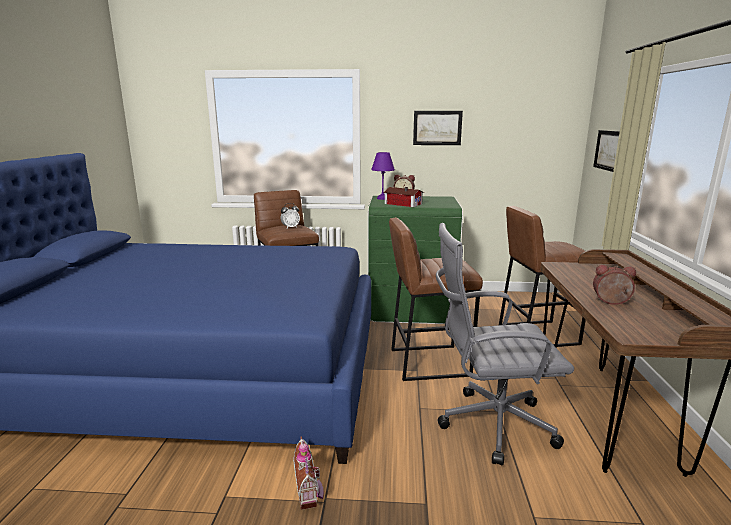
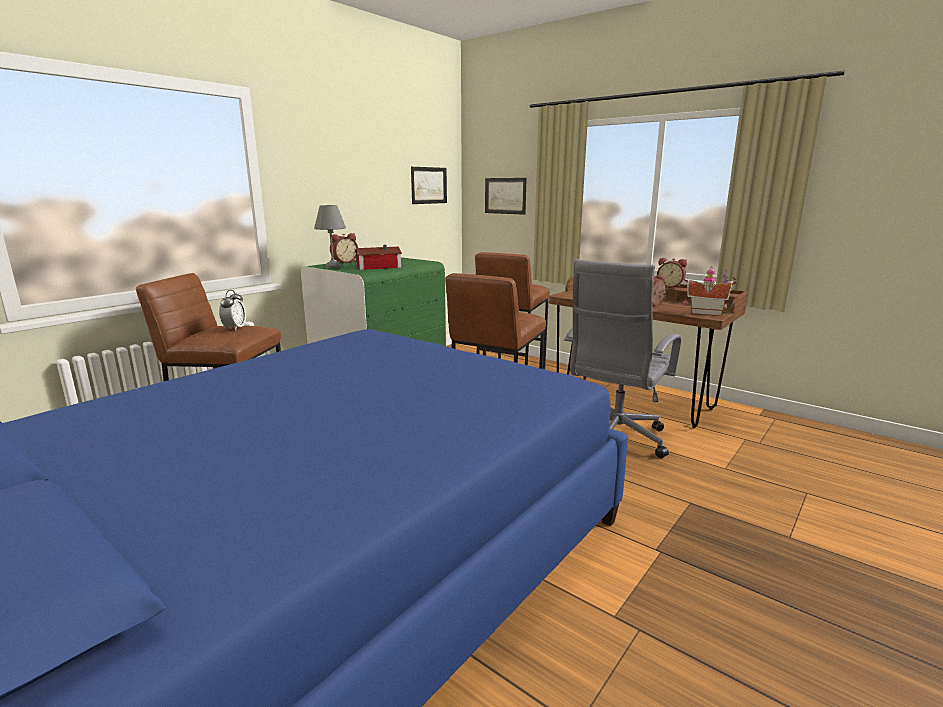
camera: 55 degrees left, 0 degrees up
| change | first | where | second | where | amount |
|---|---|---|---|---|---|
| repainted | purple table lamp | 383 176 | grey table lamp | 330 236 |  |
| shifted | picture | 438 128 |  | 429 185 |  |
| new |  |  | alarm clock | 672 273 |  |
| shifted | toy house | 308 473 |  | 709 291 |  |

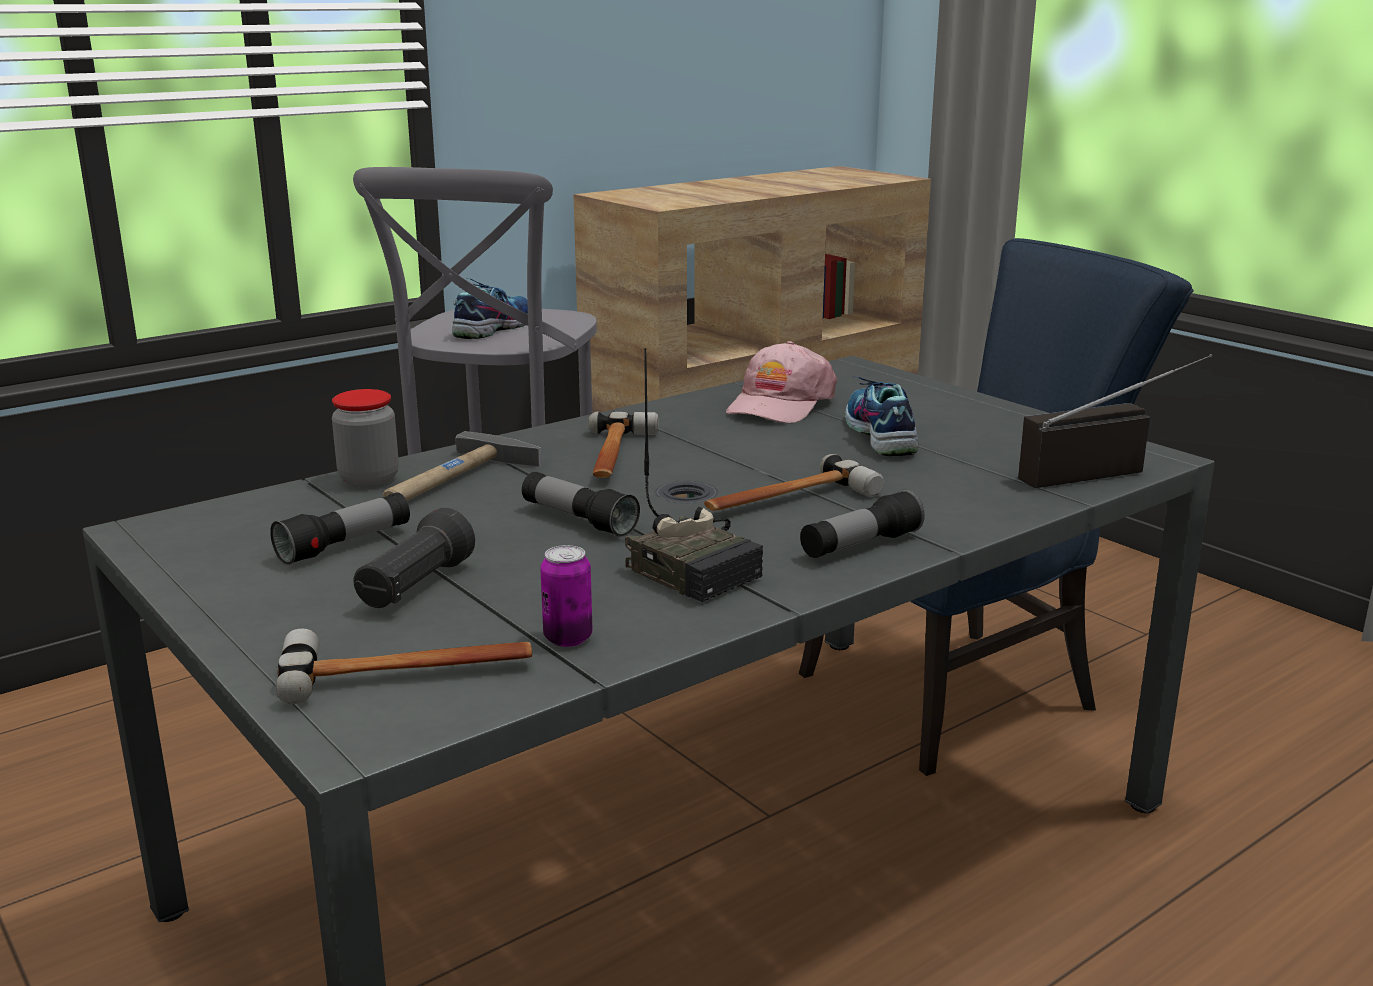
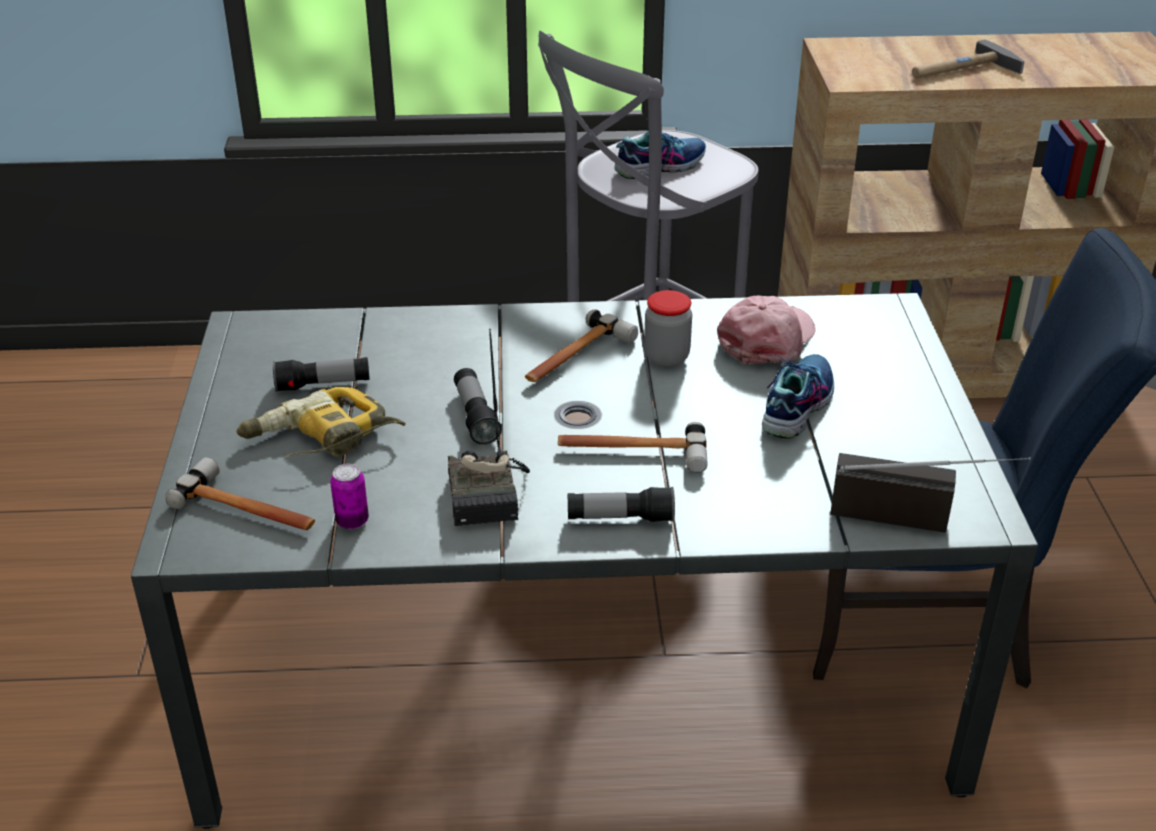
camera: 35 degrees right, 15 degrees up
| change | first | where | second | where | amount |
|---|---|---|---|---|---|
| swapped | black flashlight | 414 558 | power drill | 321 422 |  |
| shifted | jar | 365 438 |  | 668 328 |  |
| rotated | pink cap | 781 382 |  | 766 330 | 150 degrees clockwise |
| shifted | hammer | 462 466 |  | 968 58 |  |

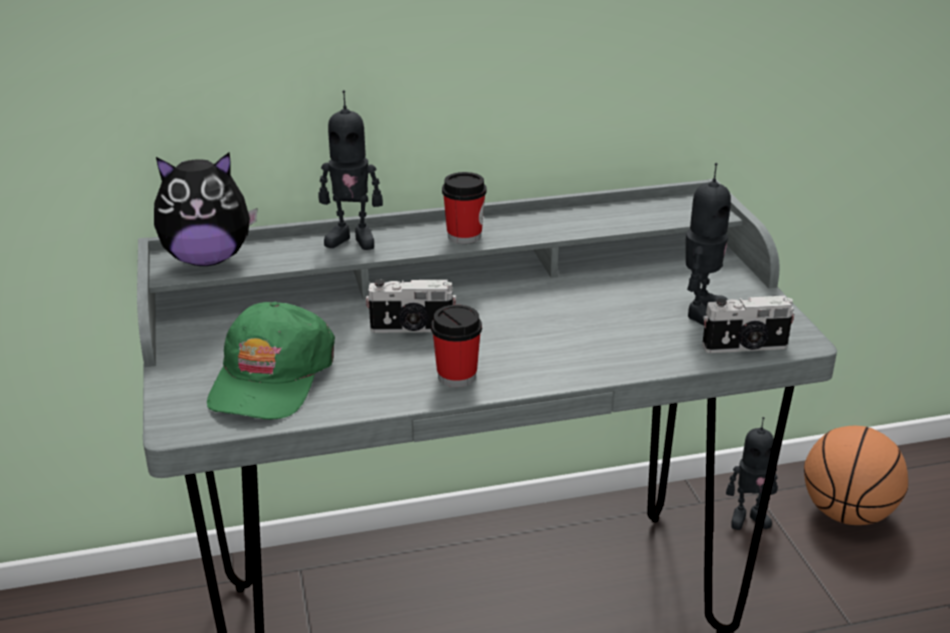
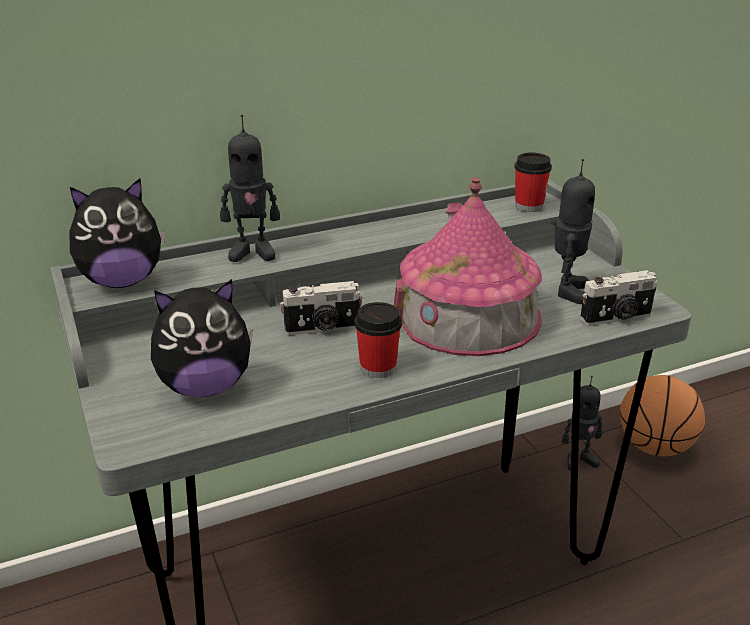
camera: 10 degrees left, 0 degrees up
| change | first | where | second | where | amount |
|---|---|---|---|---|---|
| swapped | green cap | 271 361 | plush toy | 202 338 |  |
| new |  |  | toy house | 467 266 |  |
| shifted | cup | 464 208 |  | 533 182 |  |

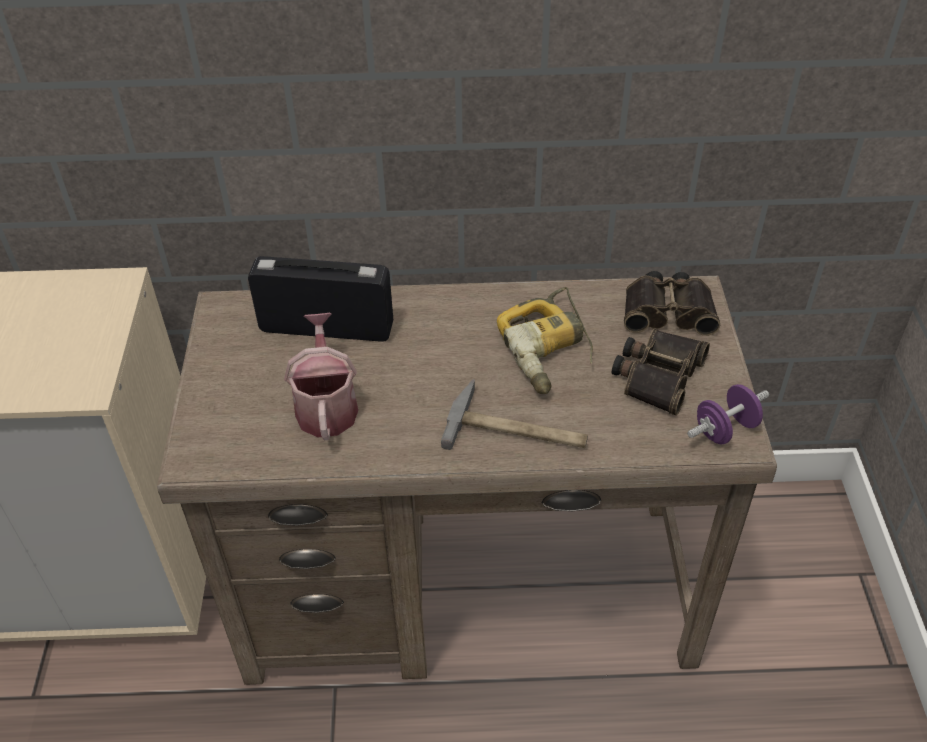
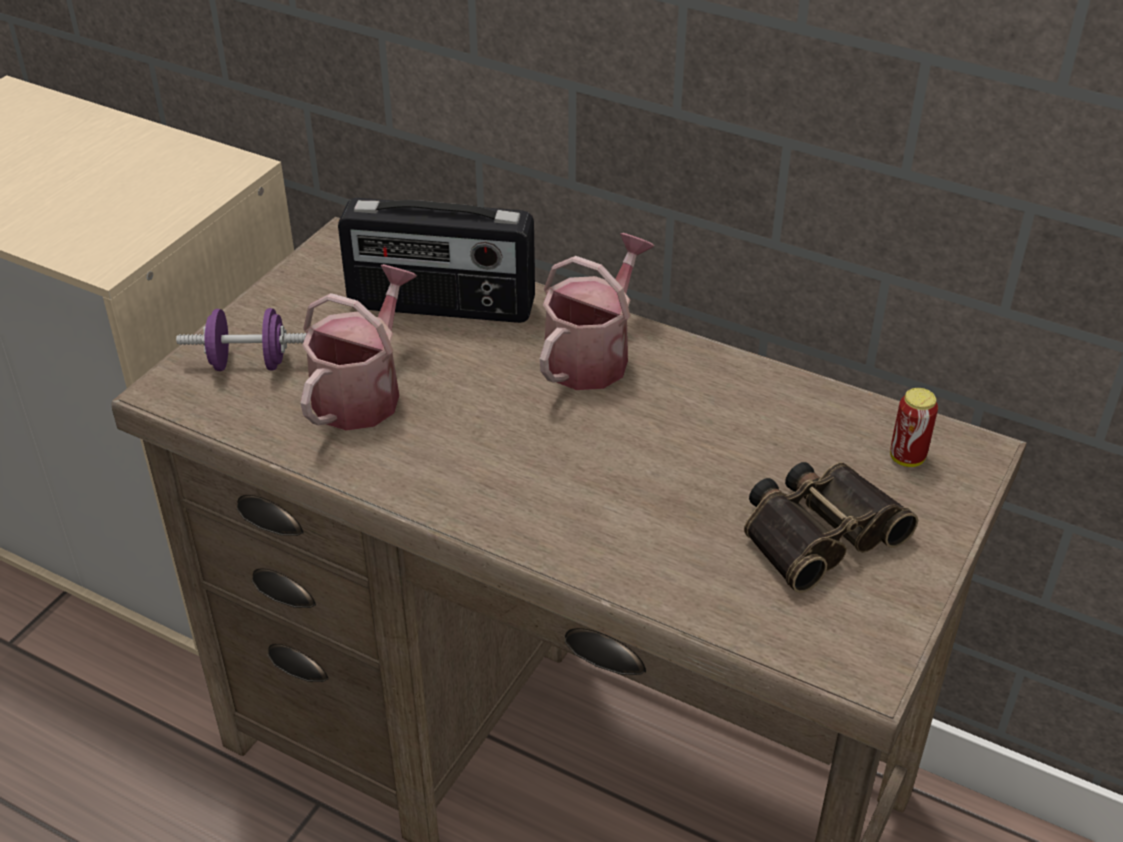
camera: 30 degrees right, 5 degrees down
| change | first | where | second | where | amount |
|---|---|---|---|---|---|
| shifted | purple dumbbell | 728 414 |  | 241 339 |  |
| rotated | radio | 320 299 |  | 436 260 | 150 degrees clockwise |
| new |  |  | watering can | 597 311 |  |
| swapped | binoculars | 672 303 | can | 914 427 |  |
| gone | hammer | 514 414 |  |  |  |
| gone | power drill | 545 340 |  |  |  |

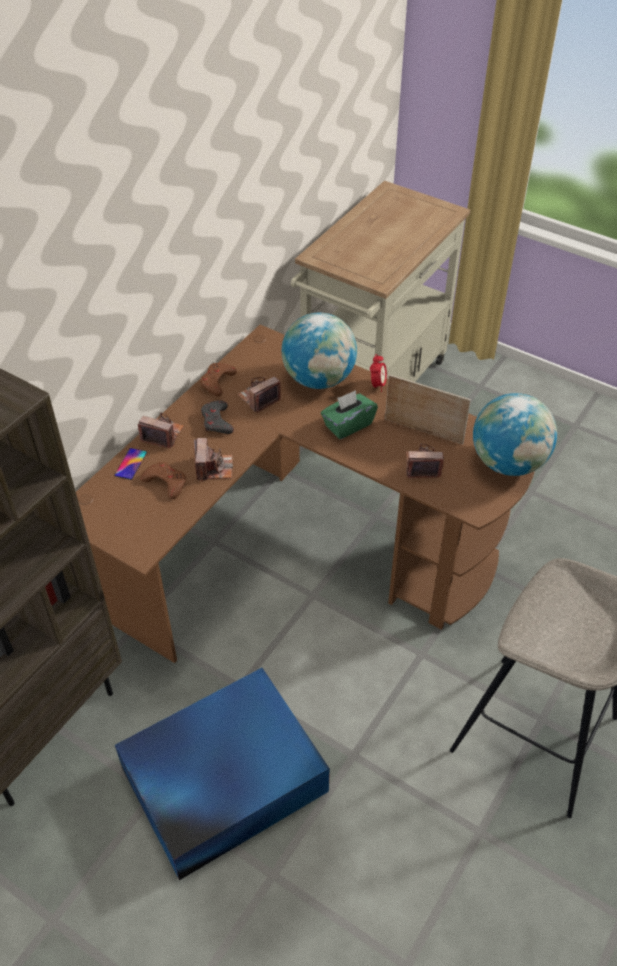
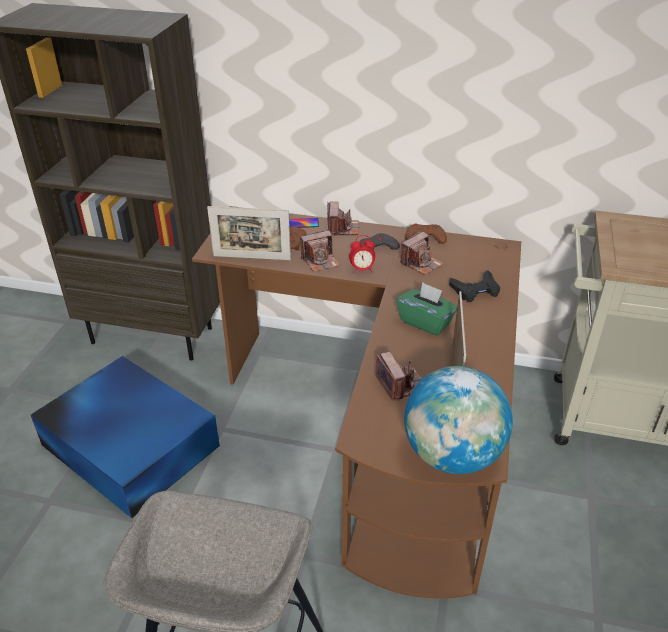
camera: 70 degrees right, 10 degrees down
| change | first | where | second | where | amount |
|---|---|---|---|---|---|
| new |  |  | picture frame | 249 233 |  |
| shifted | alarm clock | 378 373 |  | 362 254 |  |
| rotated | photo camera | 259 394 |  | 422 253 | 105 degrees clockwise |
| swapped | globe | 319 351 | black game controller | 474 286 |  |

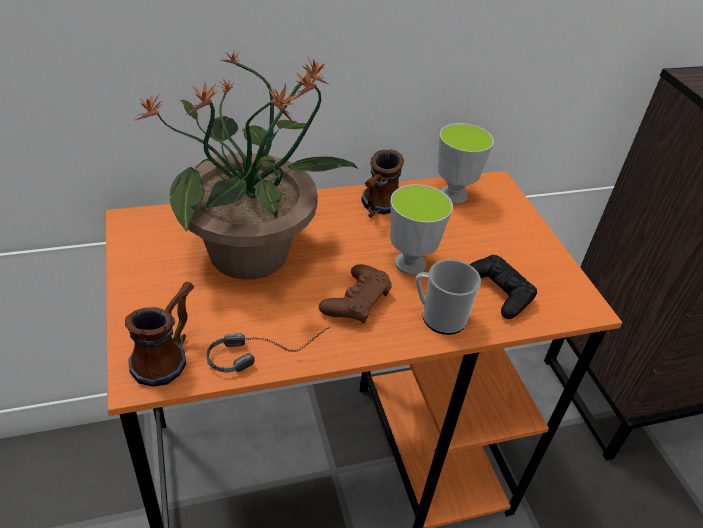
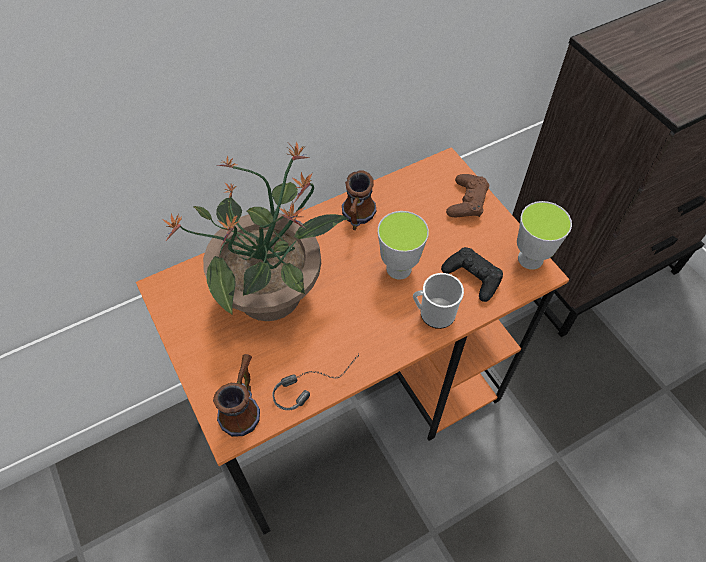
camera: 10 degrees left, 15 degrees up
| change | first | where | second | where | amount |
|---|---|---|---|---|---|
| shifted | brown game controller | 355 294 |  | 467 195 |  |
| shifted | cup | 466 163 |  | 544 235 |  |

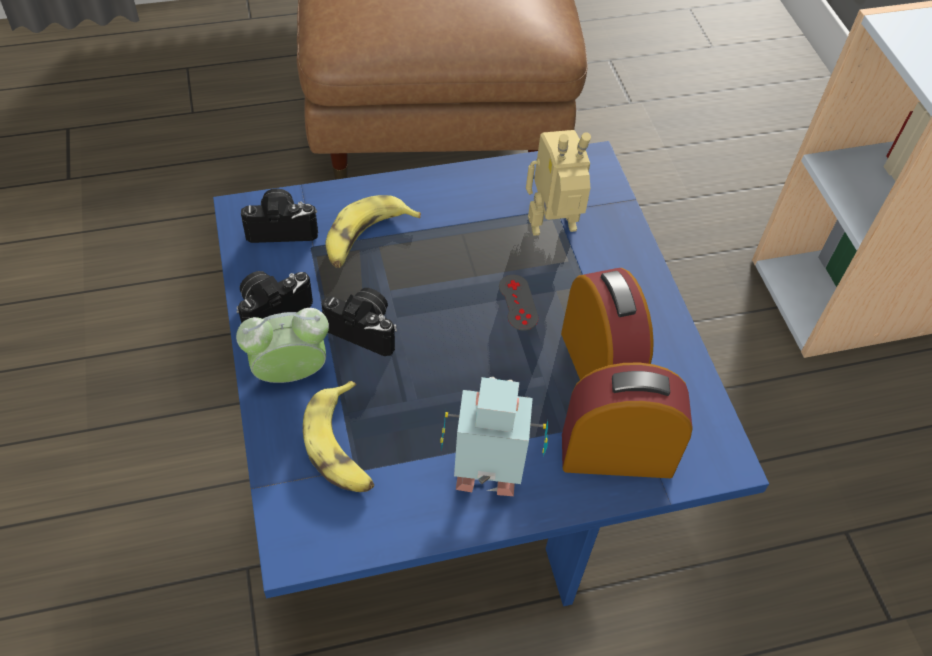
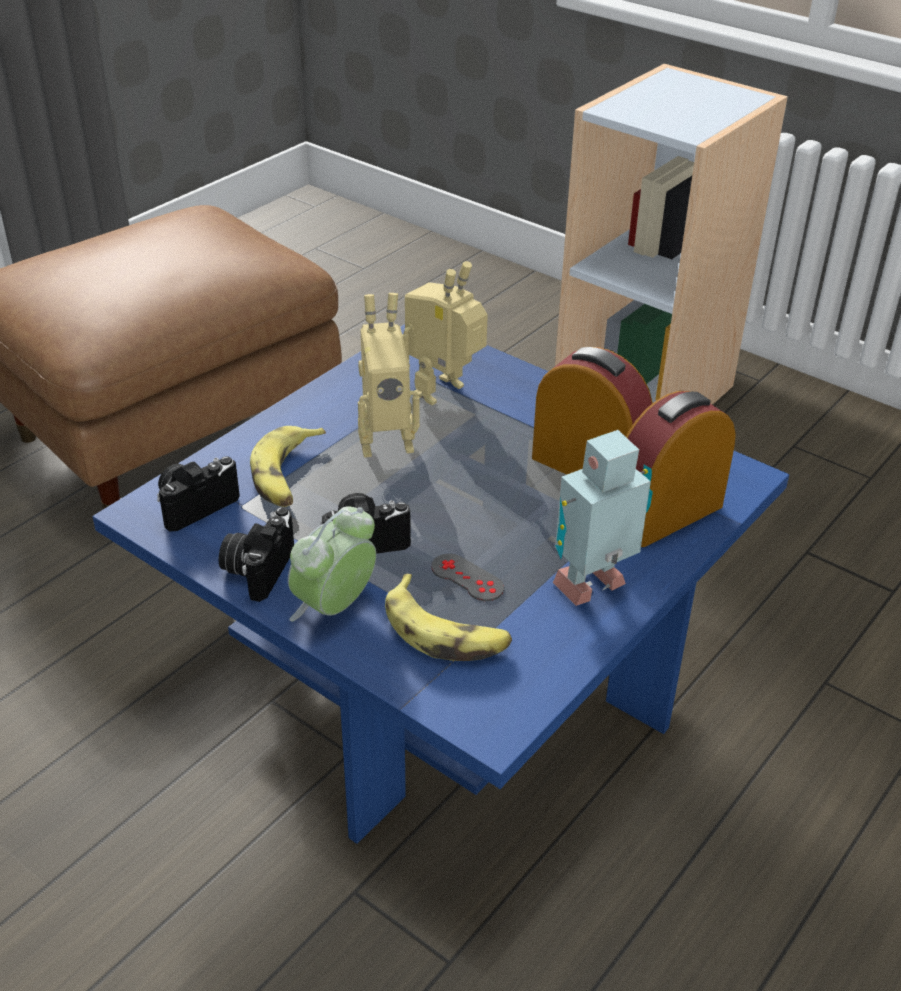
camera: 35 degrees left, 15 degrees down
| change | first | where | second | where | amount |
|---|---|---|---|---|---|
| new |  |  | toy robot | 389 375 |  |
| shifted | grey game controller | 519 303 |  | 467 577 |  |

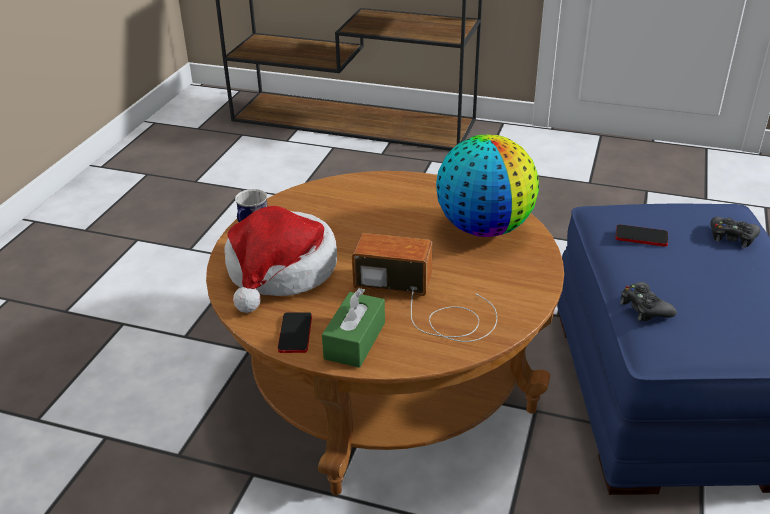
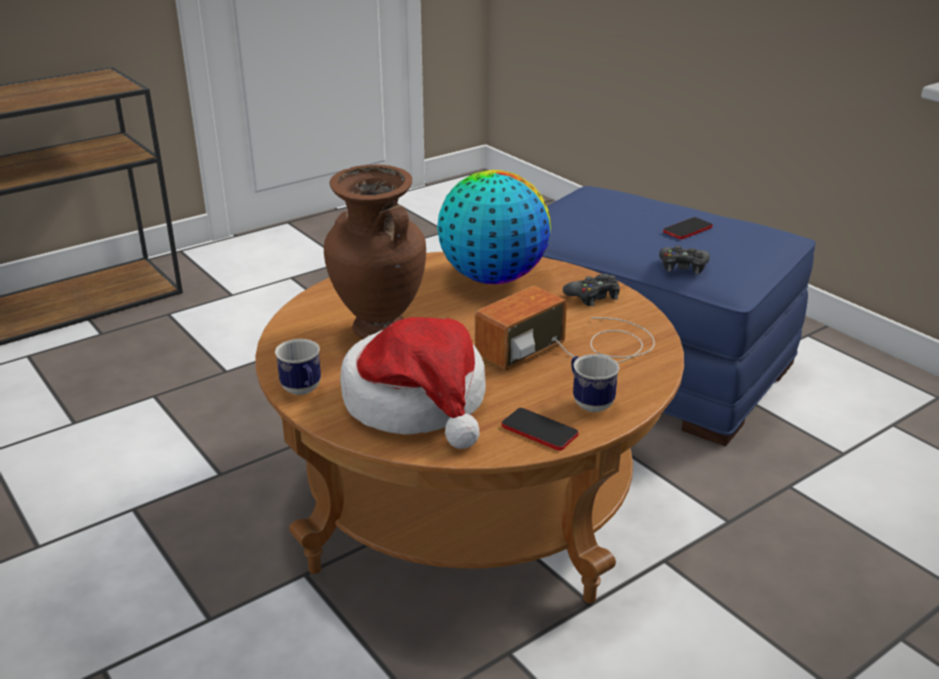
camera: 55 degrees left, 5 degrees down
| change | first | where | second | where | amount |
|---|---|---|---|---|---|
| new |  |  | brown vase | 375 252 |  |
| shifted | black game controller | 735 232 |  | 591 290 |  |
| swapped | green tissue box | 353 328 | mug | 595 383 |  |
| shifted | phone | 641 236 |  | 688 228 |  |

